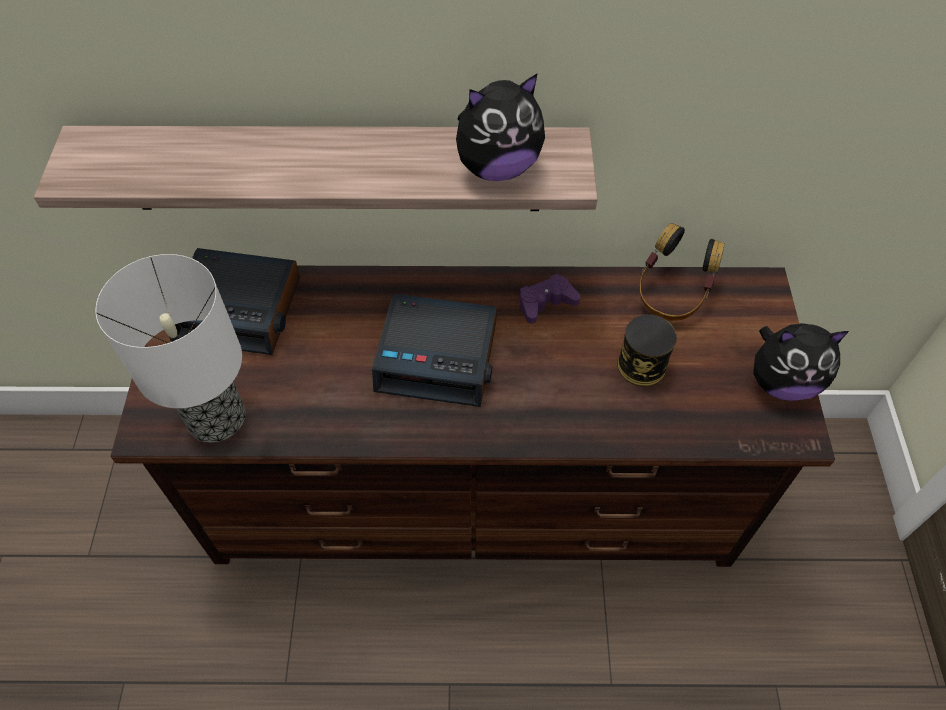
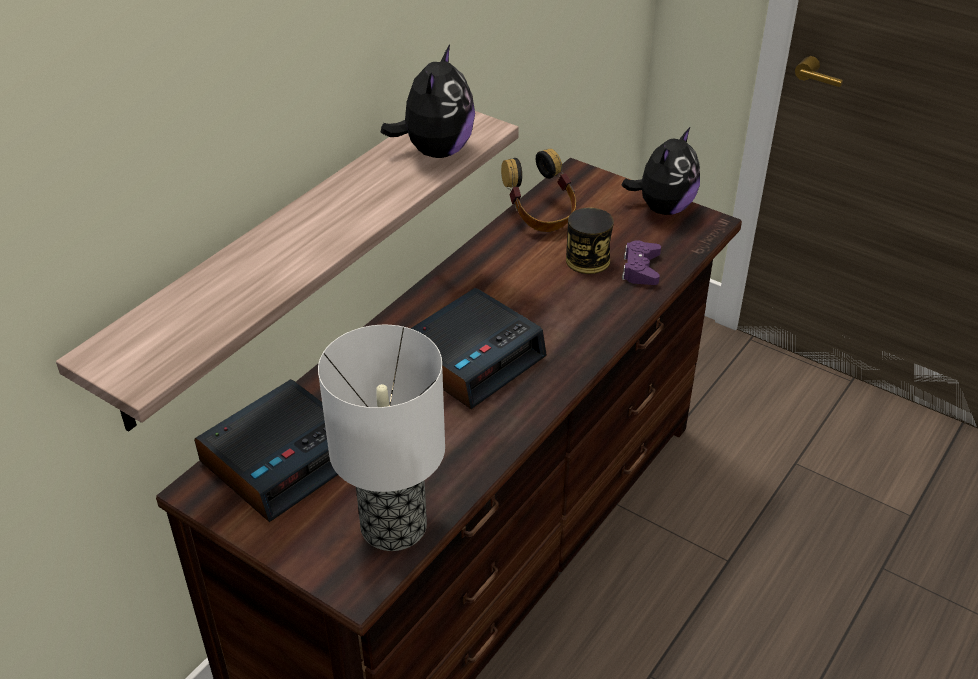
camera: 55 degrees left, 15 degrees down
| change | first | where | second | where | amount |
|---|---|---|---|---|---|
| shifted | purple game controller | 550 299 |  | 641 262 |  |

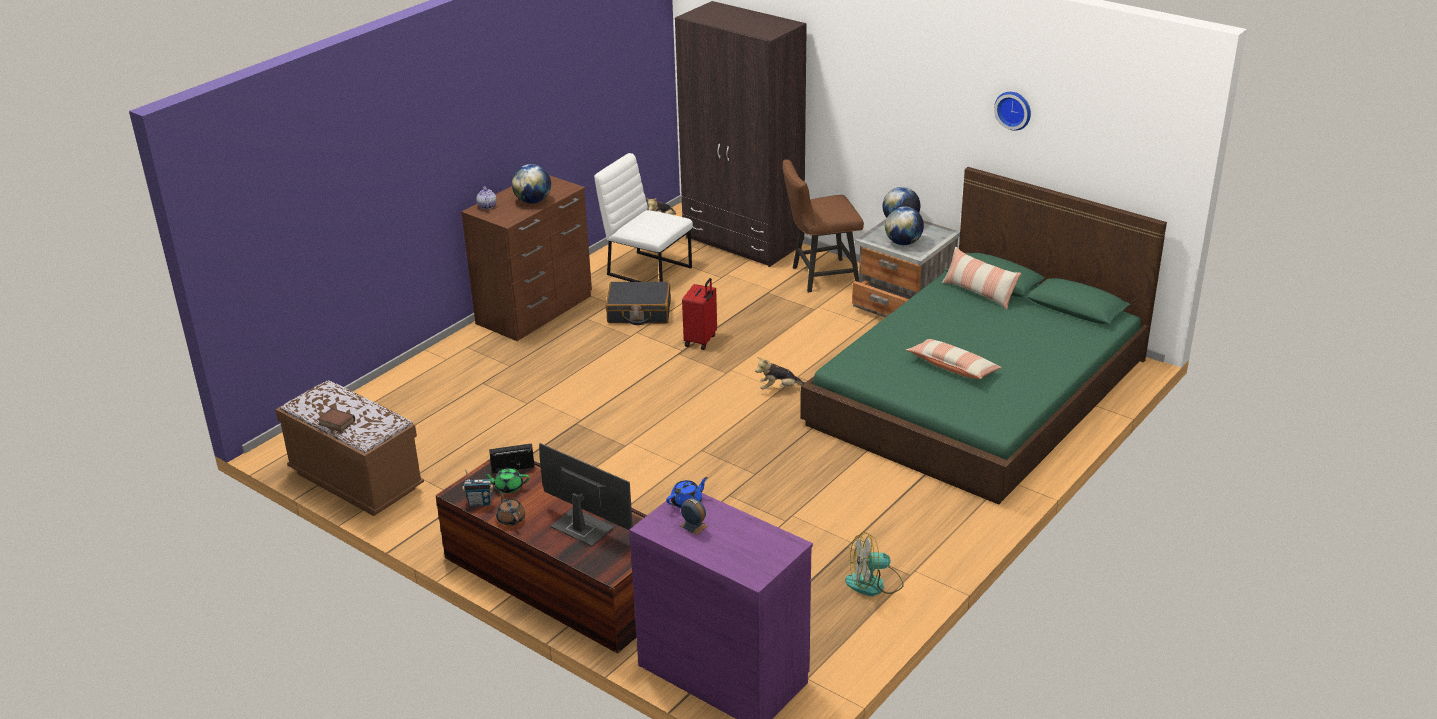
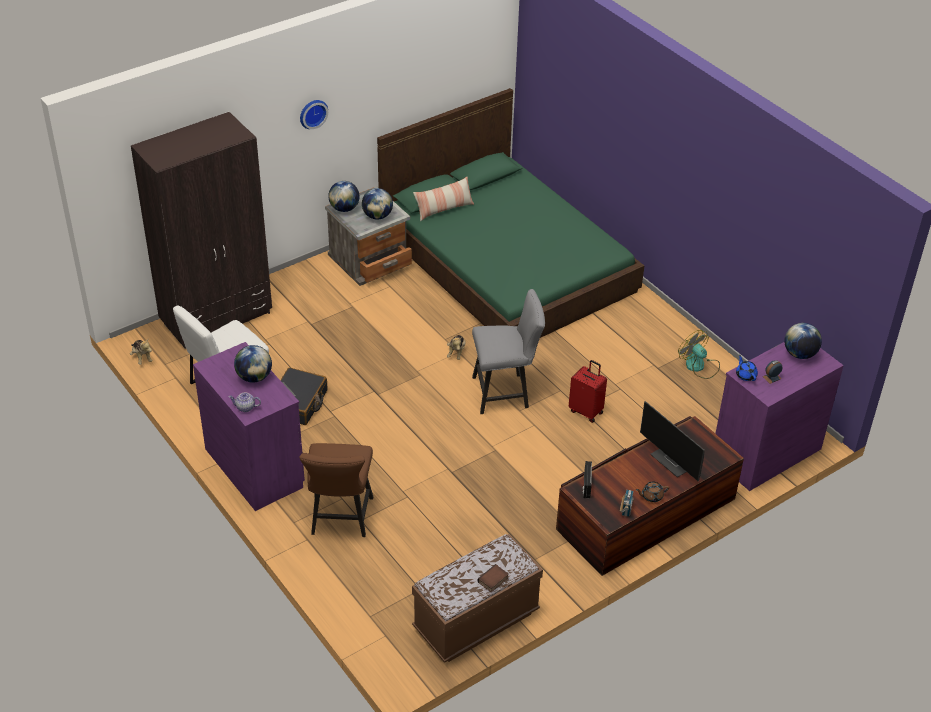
camera: 75 degrees left, 10 degrees up
| change | first | where | second | where | amount |
|---|---|---|---|---|---|
| repainted | brown dresser | 526 258 | purple dresser | 249 426 |  |
| shifted | brown chair | 823 225 |  | 336 490 |  |
| shifted | wall clock | 1012 111 |  | 314 114 |  |
| new |  |  | grey chair | 508 351 |  |
| shifted | red suitcase | 699 314 |  | 588 391 |  |
| rotated | monitor | 586 494 |  | 672 441 | 90 degrees counterclockwise |
| rotated | fan | 874 564 |  | 699 354 | 135 degrees clockwise |
| new |  |  | globe | 803 341 |  |
| gone | green teapot | 506 480 |  |  |  |
| gone | pillow | 954 359 |  |  |  |

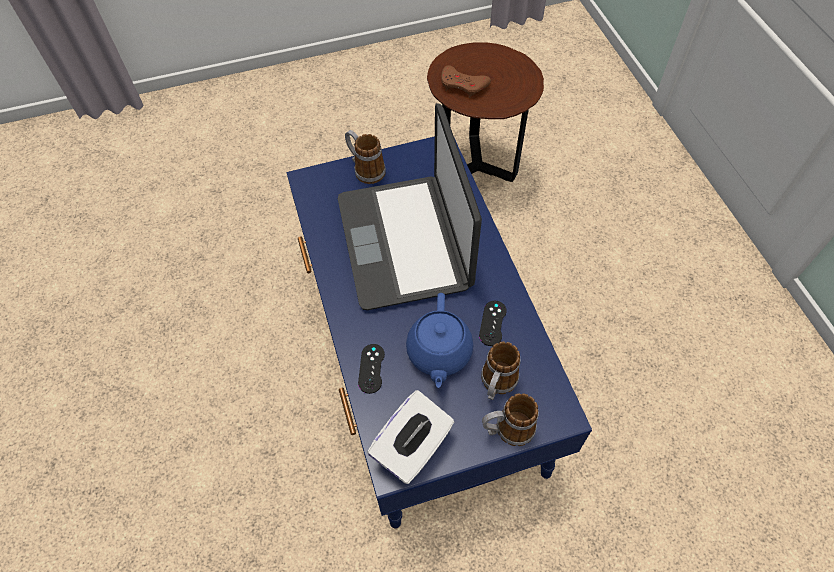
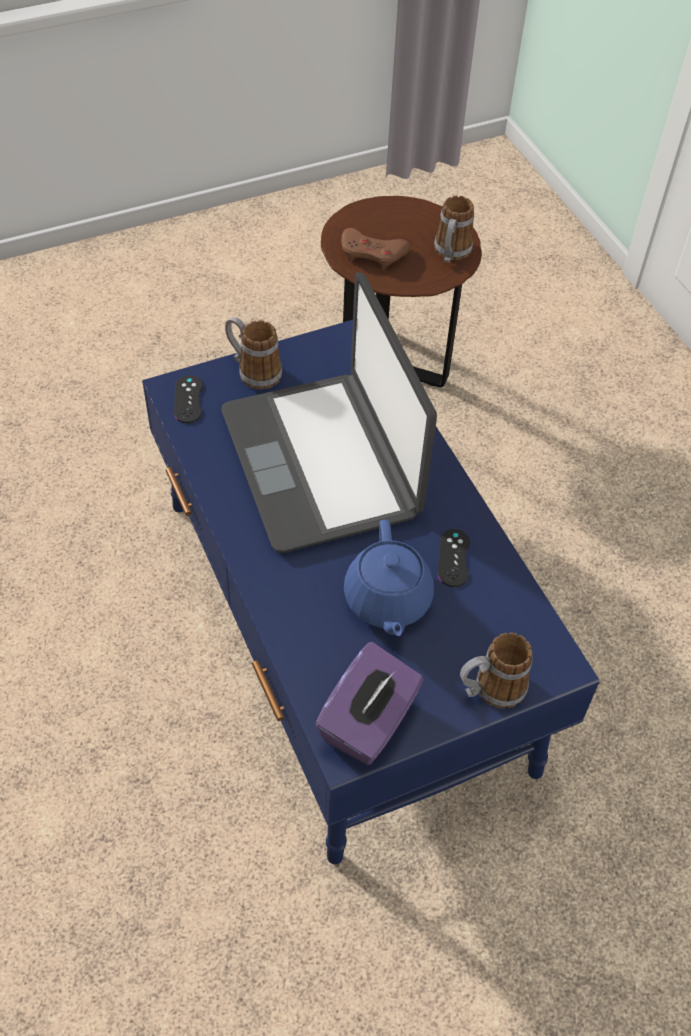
camera: 10 degrees left, 5 degrees down
| change | first | where | second | where | amount |
|---|---|---|---|---|---|
| shifted | black game controller | 371 369 |  | 188 399 |  |
| repainted | white tissue box | 410 437 | purple tissue box | 369 703 |  |
| shifted | mug | 500 371 |  | 454 229 |  |

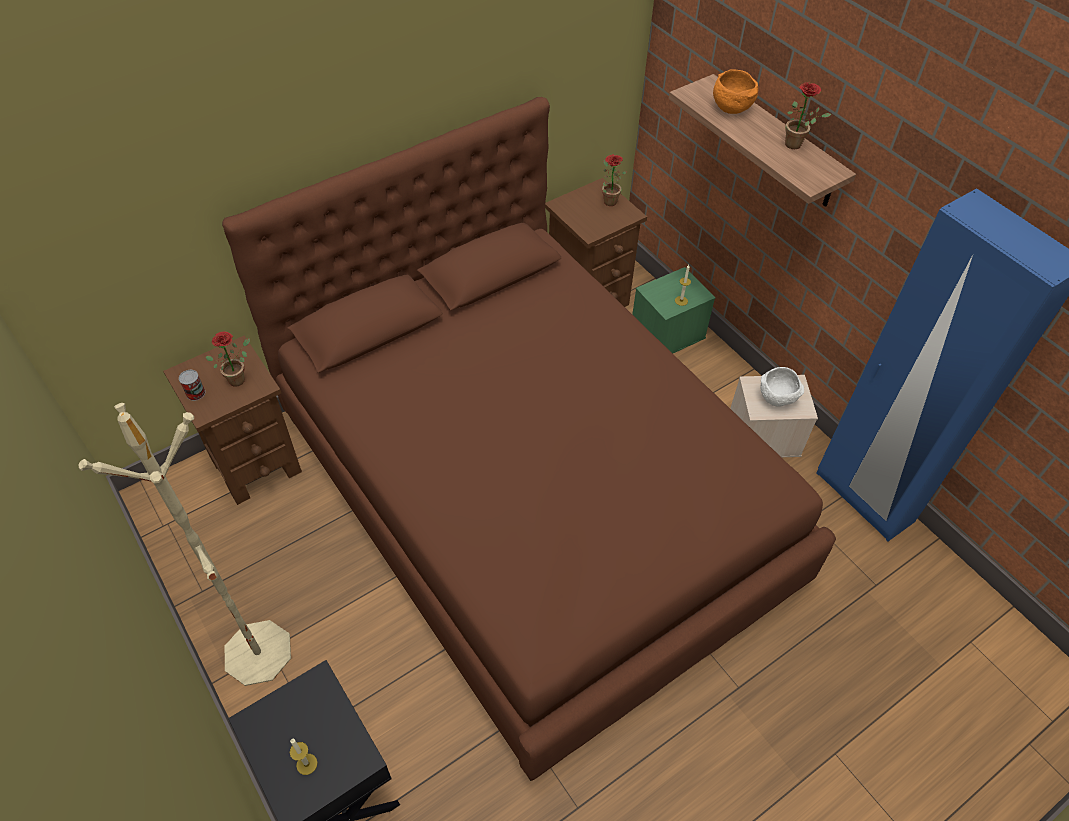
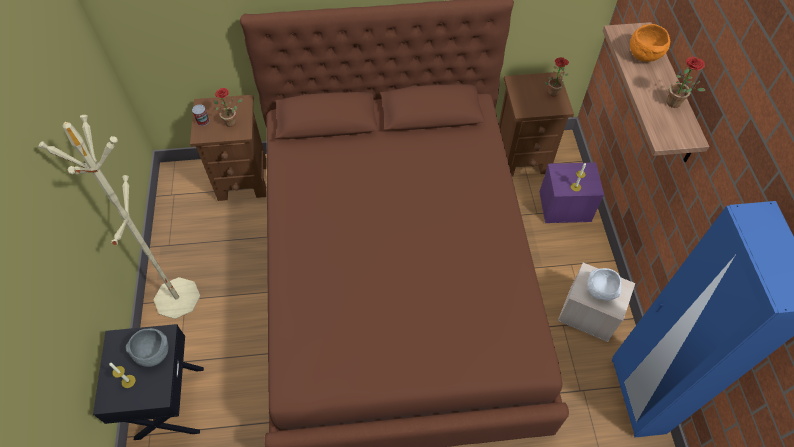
camera: 30 degrees right, 5 degrees up
| change | first | where | second | where | amount |
|---|---|---|---|---|---|
| new |  |  | grey bowl | 147 347 |  |
| repainted | green storage box | 674 310 | purple storage box | 571 192 |  |

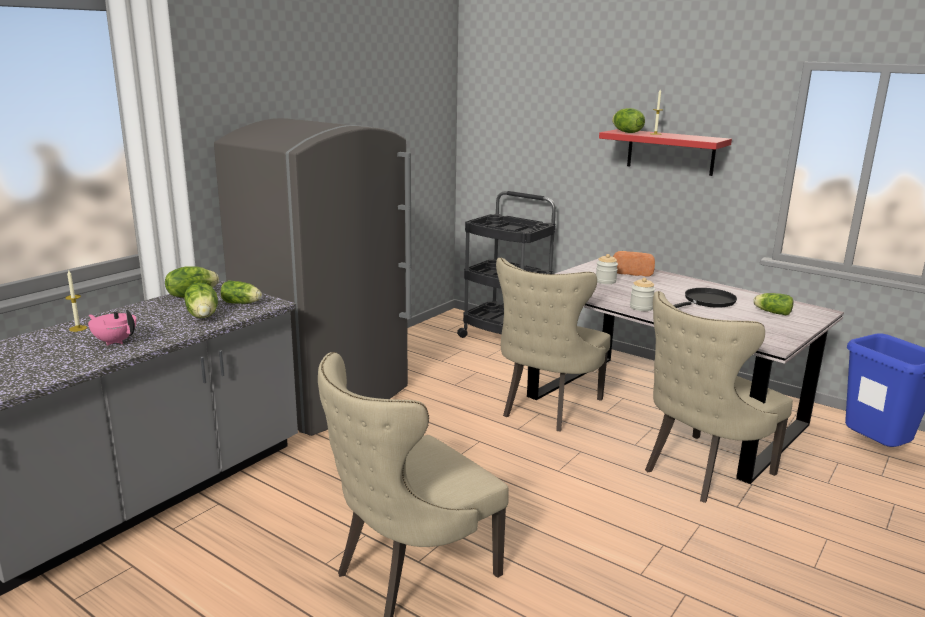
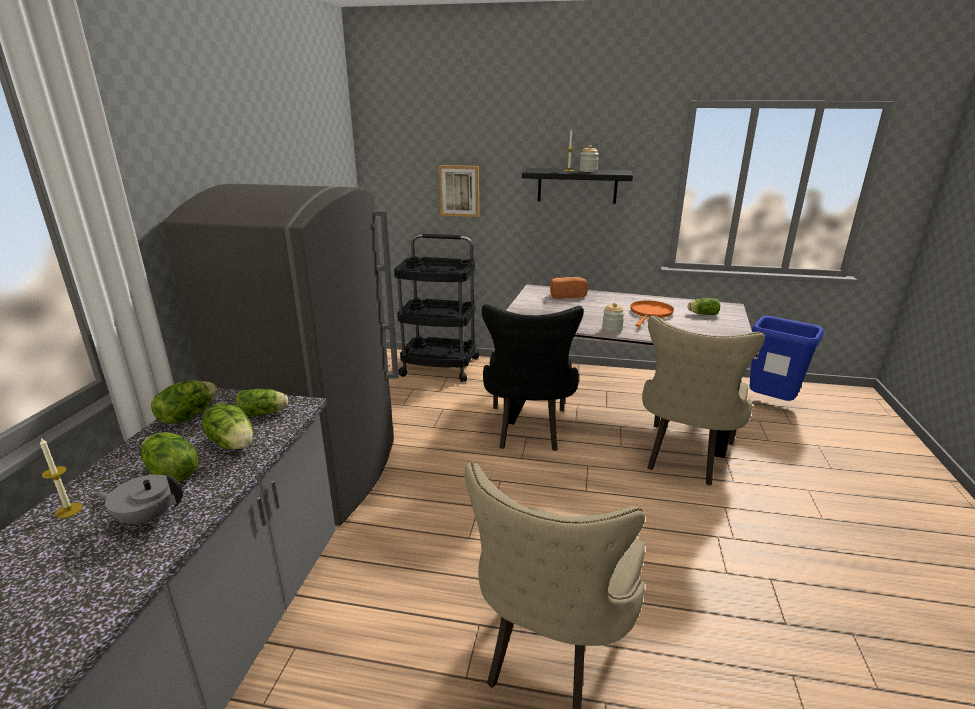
camera: 25 degrees left, 5 degrees up
| change | first | where | second | where | amount |
|---|---|---|---|---|---|
| repainted | pink teapot | 112 327 | grey teapot | 138 501 |  |
| shifted | lettuce | 628 120 |  | 169 457 |  |
| new |  |  | picture | 458 191 |  |
| repainted | beige chair | 553 344 | black chair | 533 377 |  |
| repainted | red shelf | 665 152 | black shelf | 577 186 |  |
| shifted | jar | 607 269 |  | 589 158 |  |
| repainted | black frying pan | 705 298 | orange frying pan | 652 313 |  |

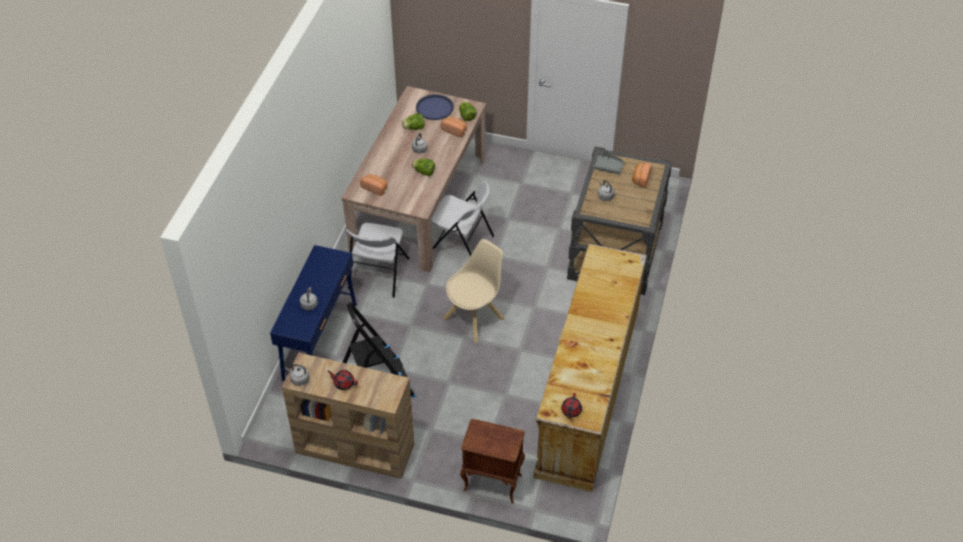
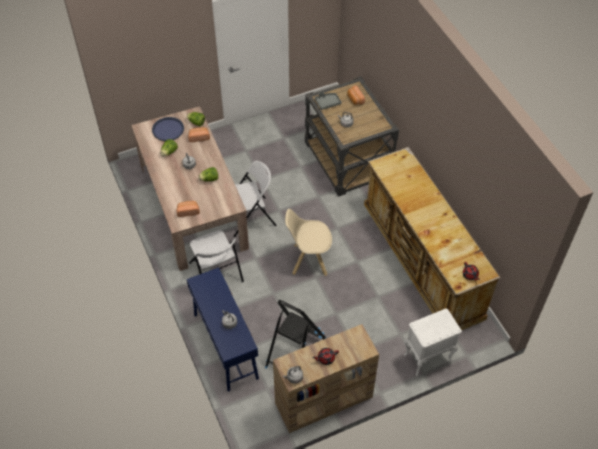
camera: 40 degrees left, 5 degrees up
| change | first | where | second | where | amount |
|---|---|---|---|---|---|
| rotated | beige chair | 473 290 |  | 308 242 | 90 degrees counterclockwise |
| repainted | brown nightstand | 492 461 | white nightstand | 433 342 |  |

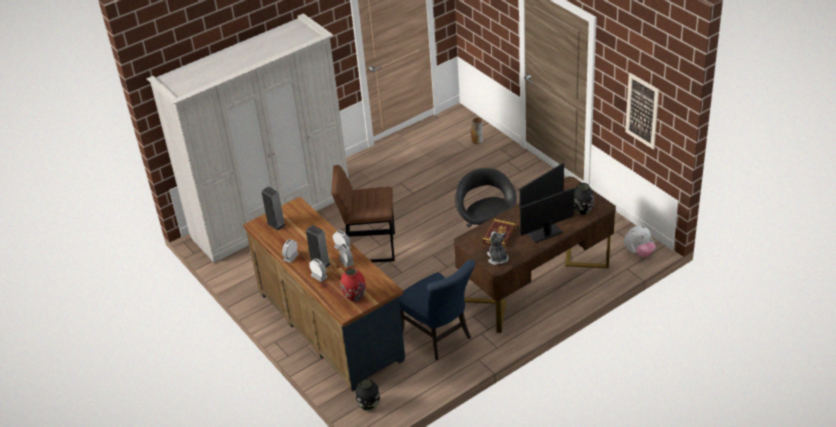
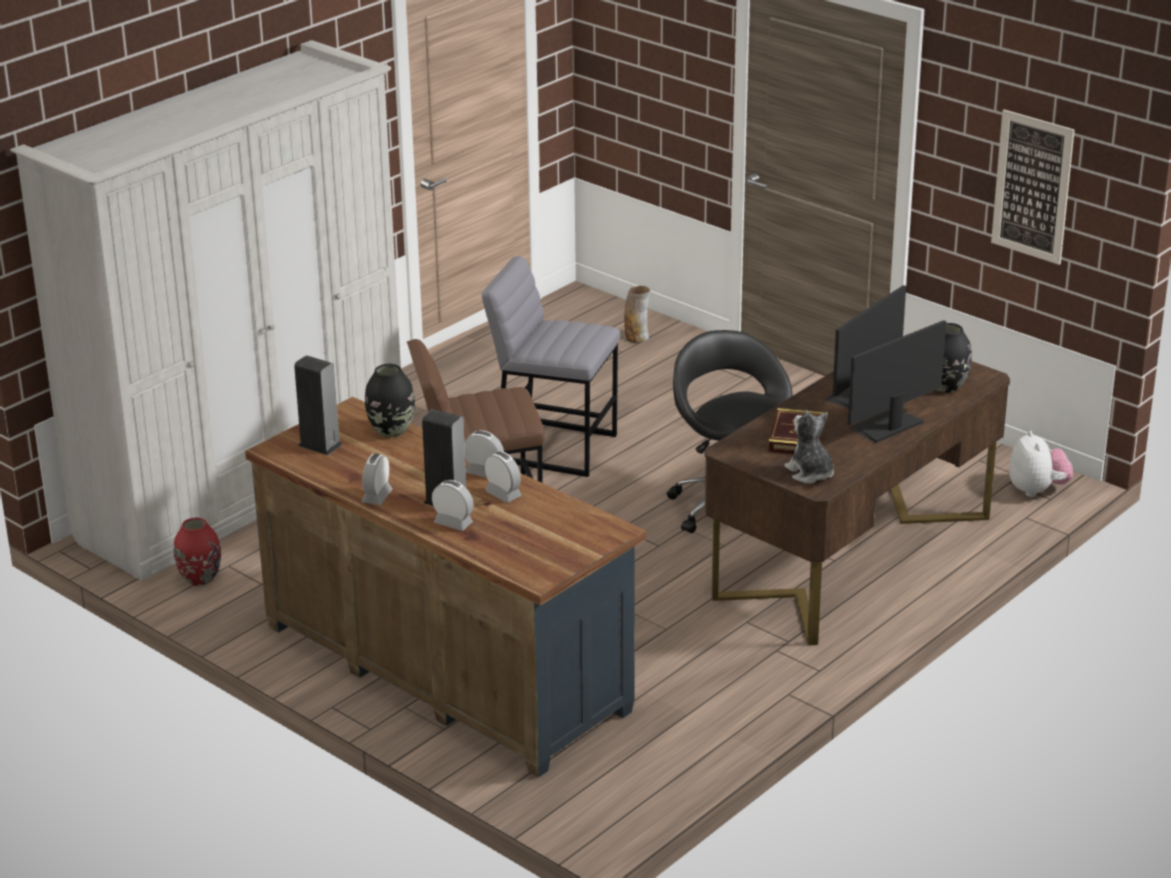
camera: 15 degrees left, 10 degrees down
| change | first | where | second | where | amount |
|---|---|---|---|---|---|
| shifted | red vase | 353 284 |  | 197 552 |  |
| shifted | black vase | 368 395 |  | 390 400 |  |
| new |  |  | grey chair | 551 366 |  |
| rotated | plush toy | 639 241 |  | 1041 464 | 60 degrees counterclockwise |
| gone | blue chair | 437 309 |  |  |  |

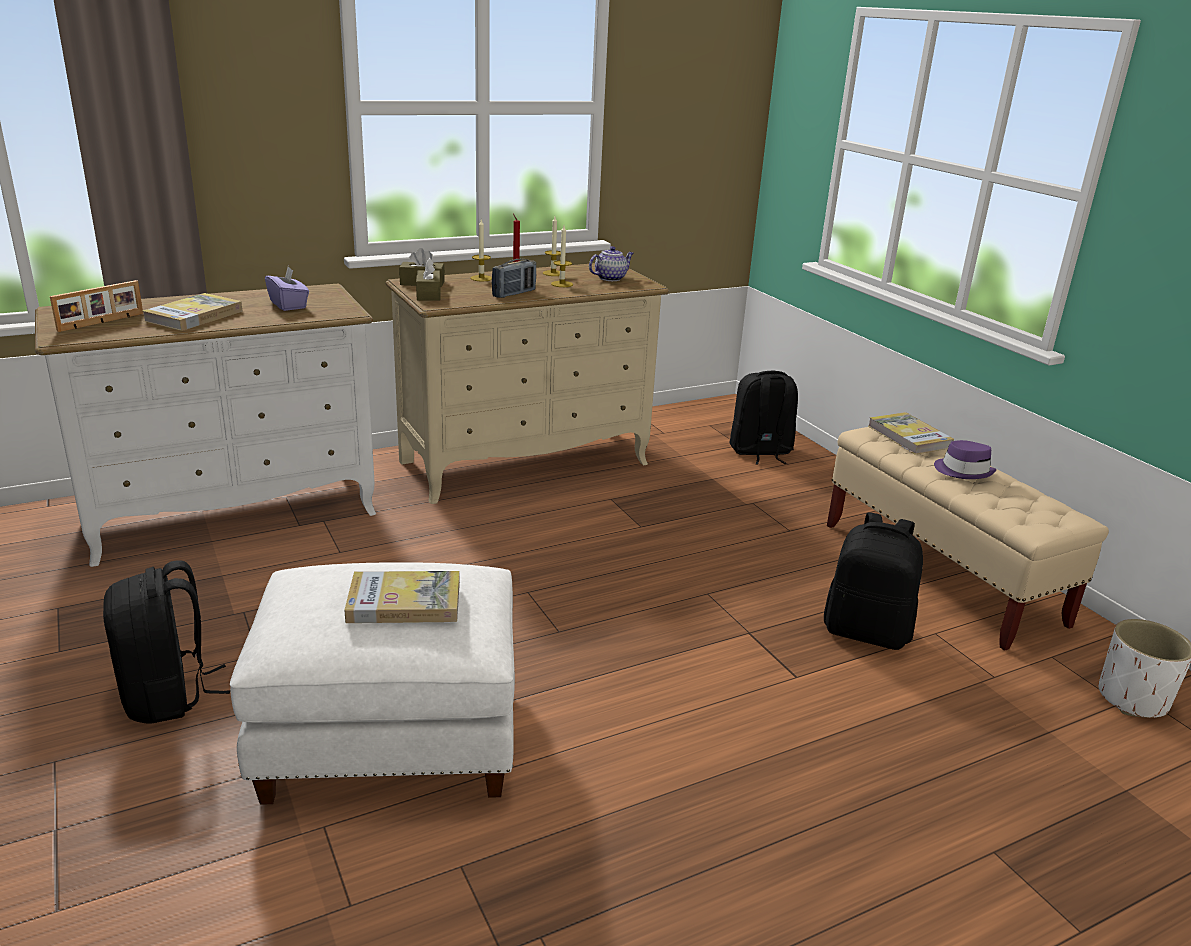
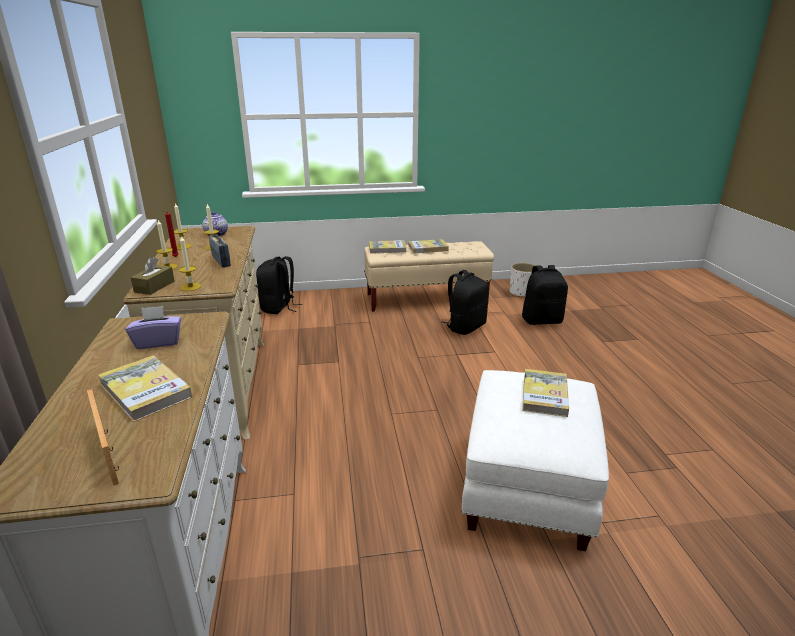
camera: 70 degrees left, 0 degrees up
| change | first | where | second | where | amount |
|---|---|---|---|---|---|
| swapped | brown tissue box | 428 279 | candle | 189 263 |  |
| swapped | purple hat | 965 459 | book | 428 246 |  |
| shifted | black backpack | 166 642 |  | 545 295 |  |

